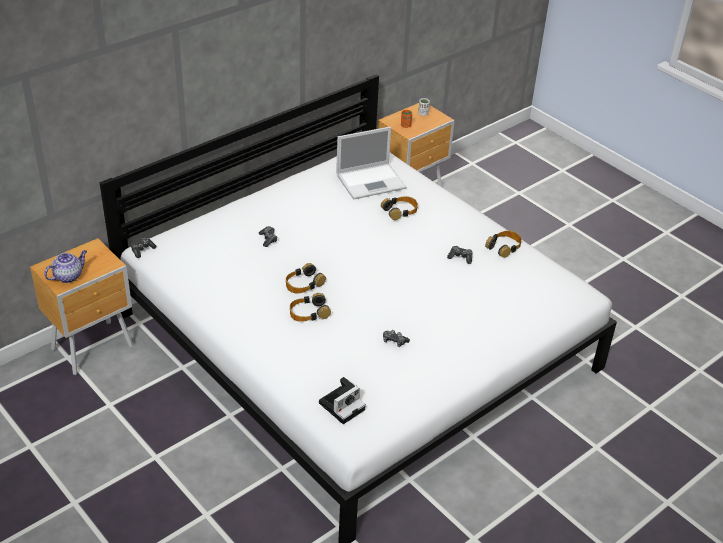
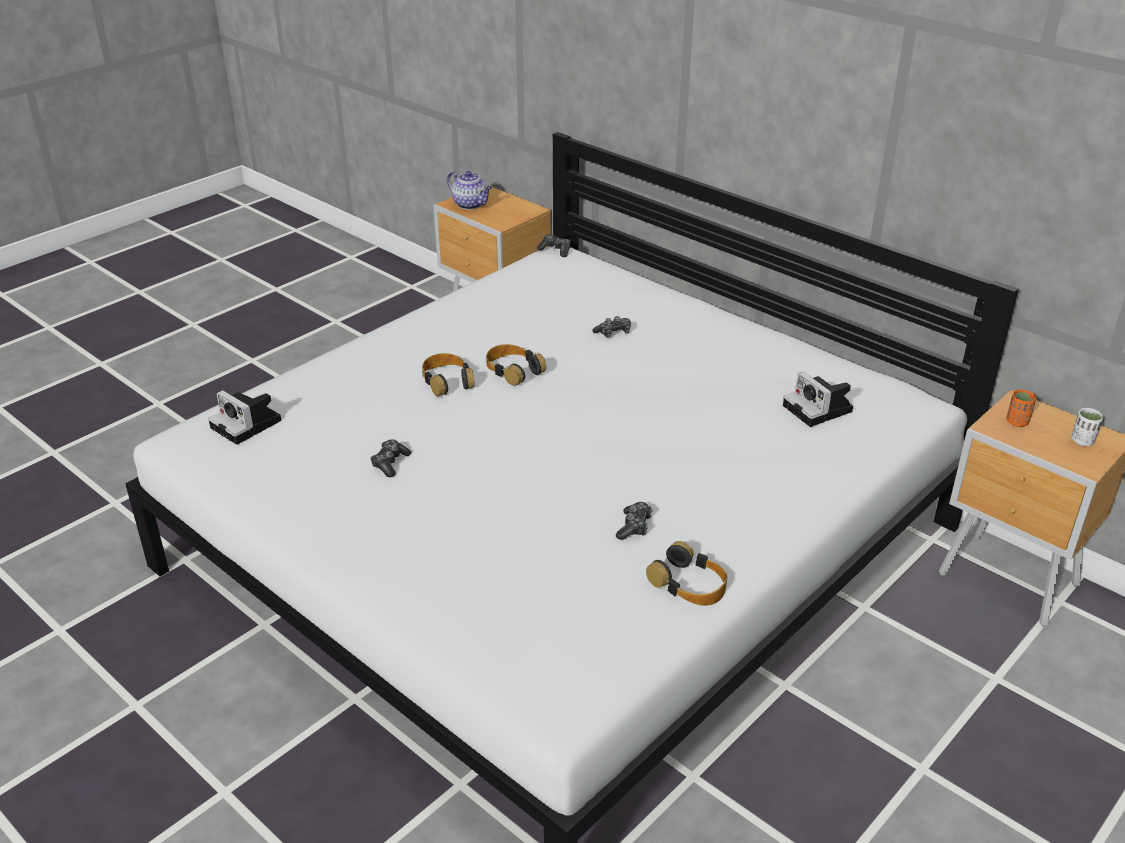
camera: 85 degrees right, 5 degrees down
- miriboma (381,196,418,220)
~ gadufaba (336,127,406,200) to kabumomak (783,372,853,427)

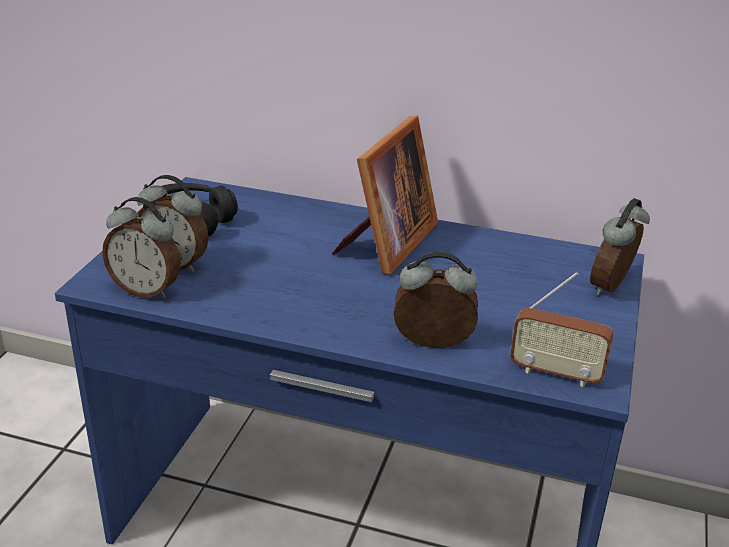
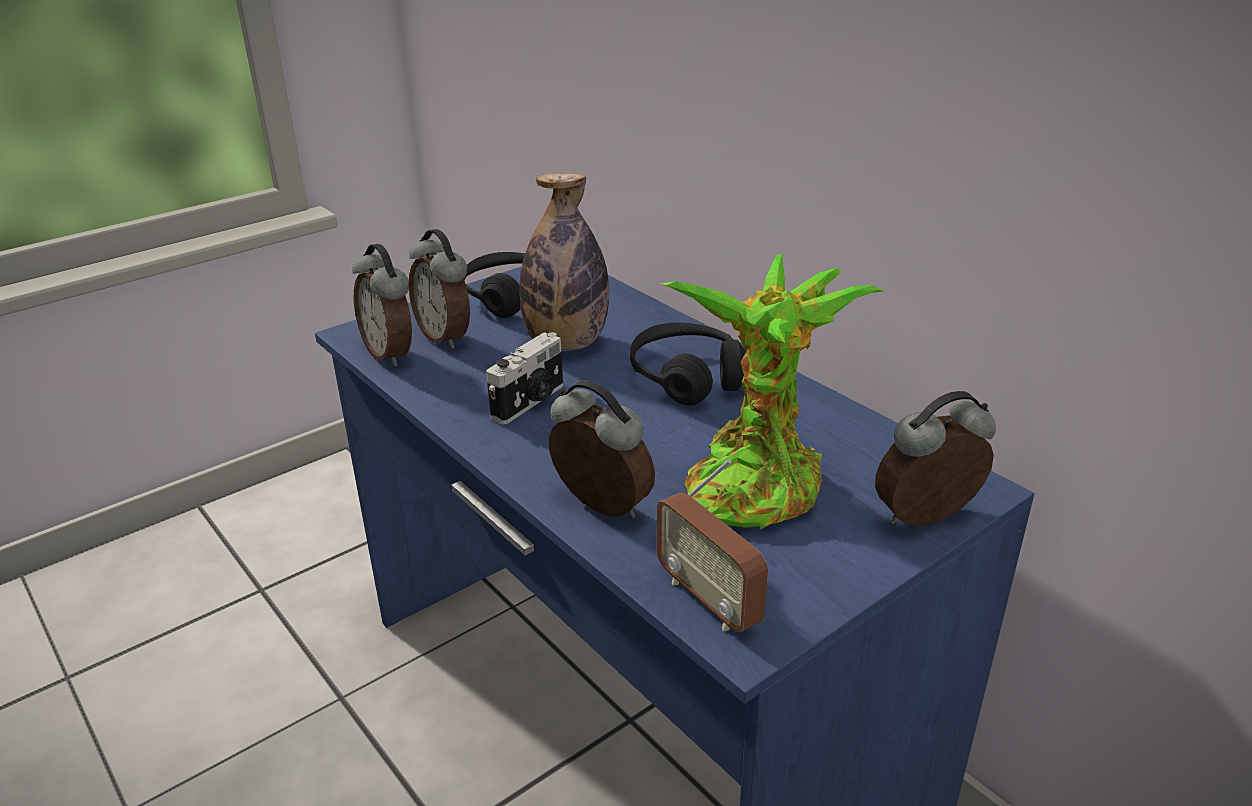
camera: 35 degrees right, 0 degrees up
+ kabumomak (486,332,563,424)
+ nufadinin (519,173,609,351)
+ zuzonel (661,254,884,529)
~ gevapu (332,116,438,274) to black miriboma (630,322,747,405)

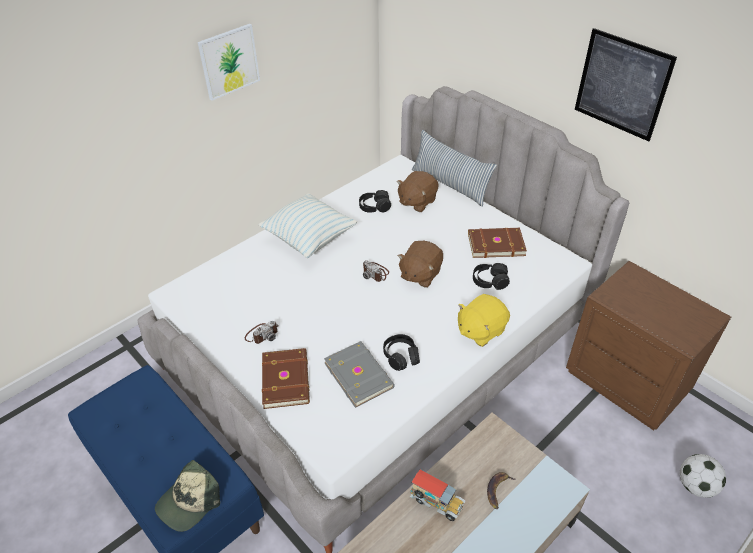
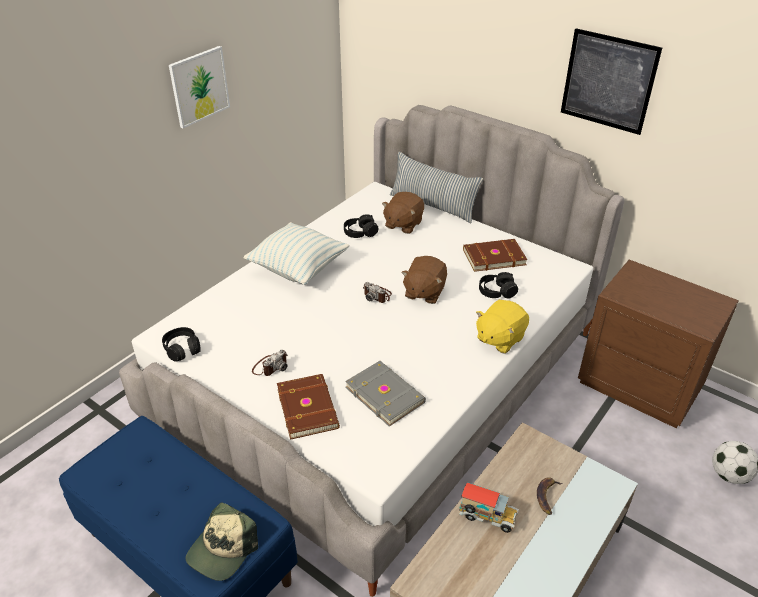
camera: 10 degrees left, 5 degrees down
~ black miriboma (383,334,420,371) to (162,327,201,362)

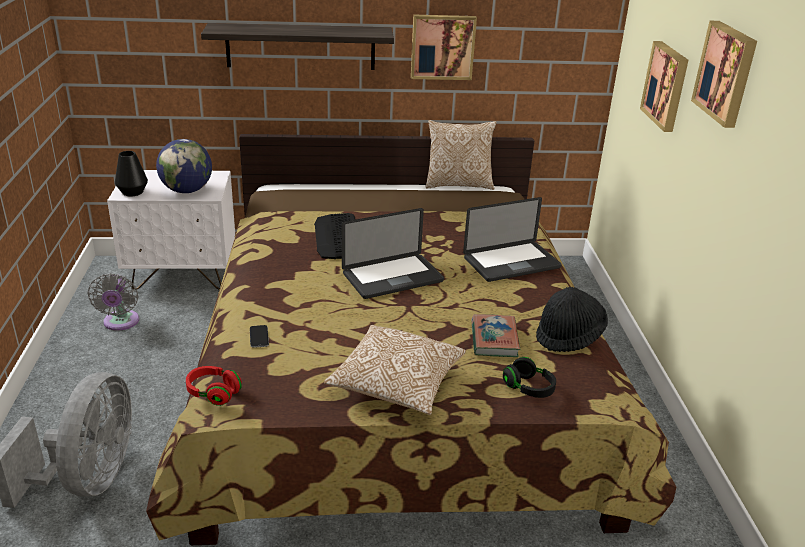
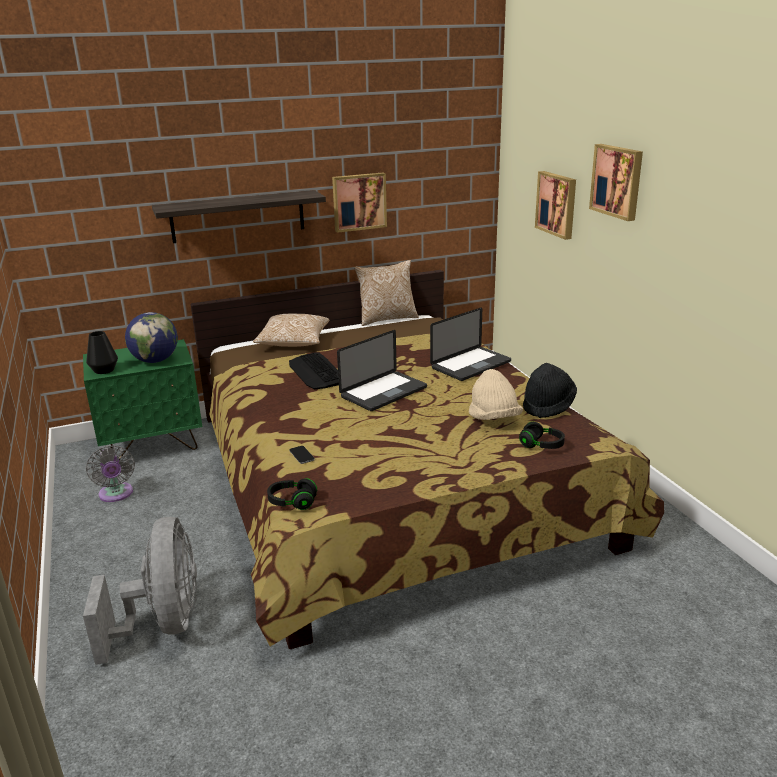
camera: 15 degrees left, 5 degrees down
~ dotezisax (324,325,466,415) to (253,314,329,347)
~ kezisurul (471,314,520,357) to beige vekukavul (469,369,523,420)
~ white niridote (107,170,235,290) to green niridote (83,339,202,460)
~ red miriboma (186,366,242,406) to black miriboma (267,478,317,510)

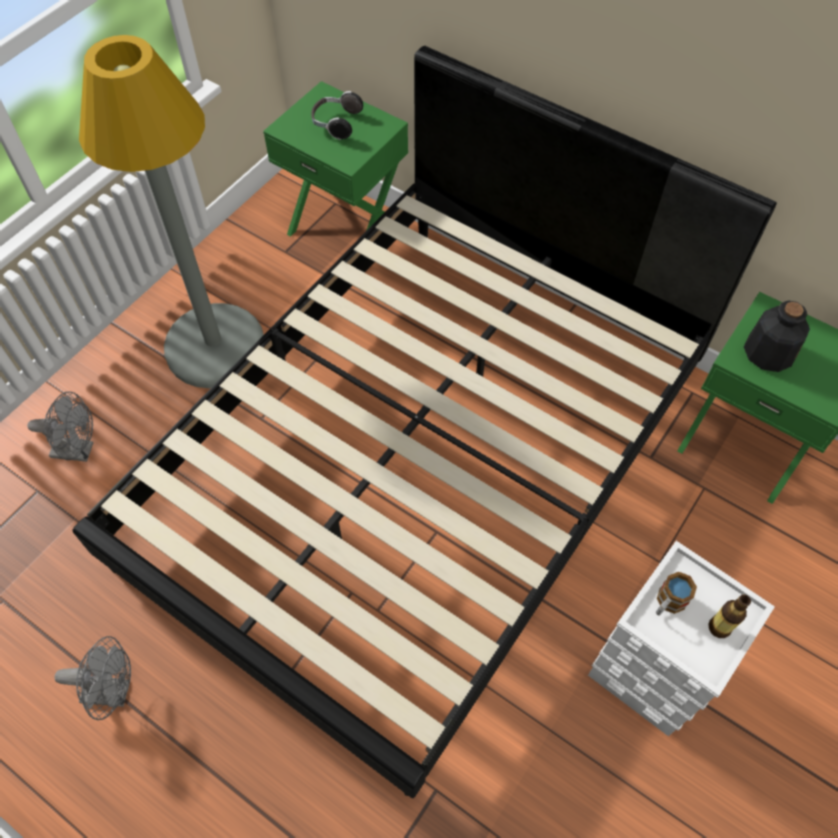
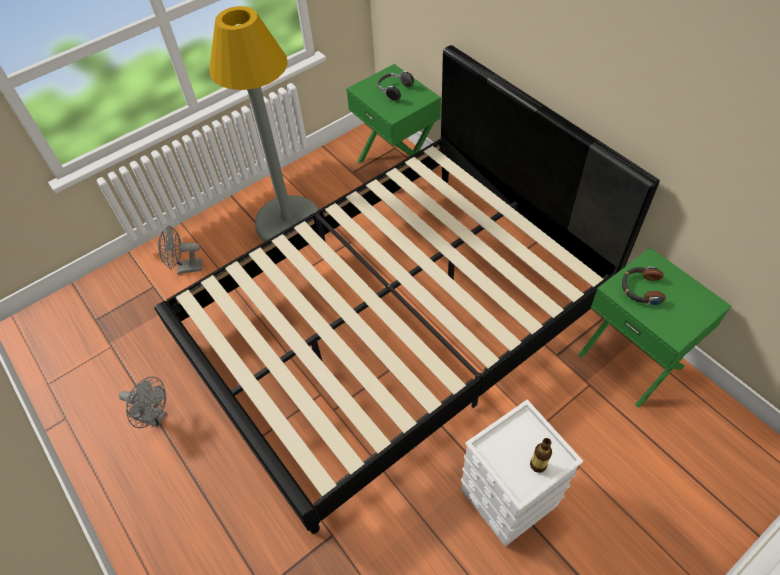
camera: 20 degrees right, 5 degrees down
- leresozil (656,572,697,615)
~ nufadinin (744,301,810,372) to miriboma (621,266,666,305)
~ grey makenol (27,391,94,462) = (158,225,202,274) 150 degrees clockwise

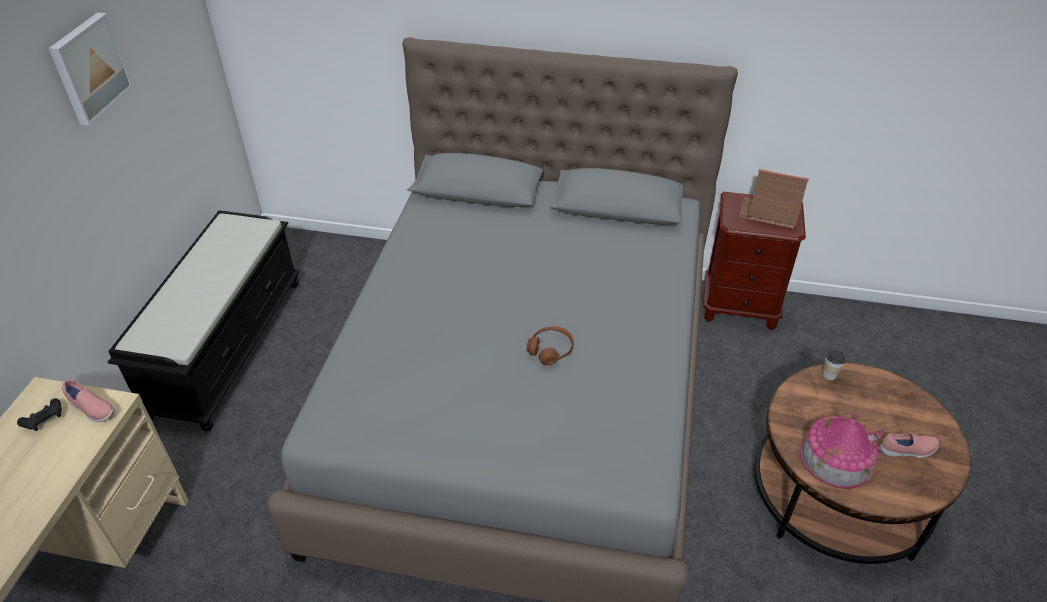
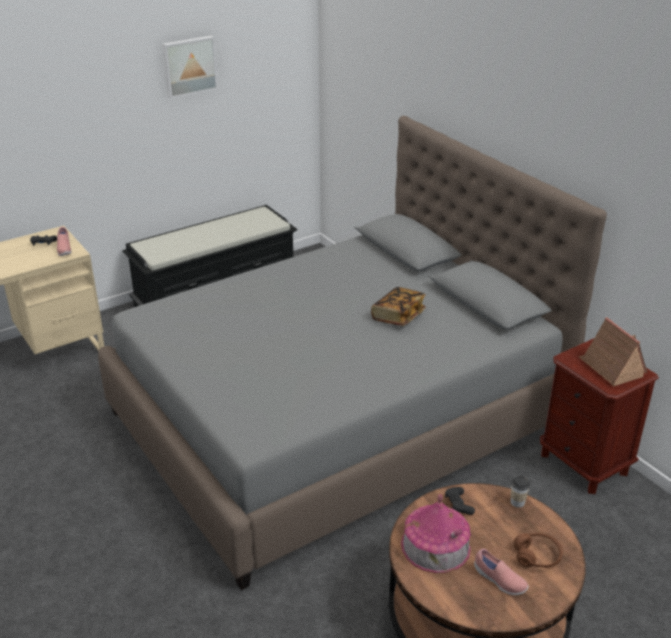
camera: 45 degrees right, 10 degrees down
+ kezisurul (371,287,426,326)
+ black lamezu (445,487,475,515)
~ brown miriboma (526,326,574,365) to (514,533,563,568)

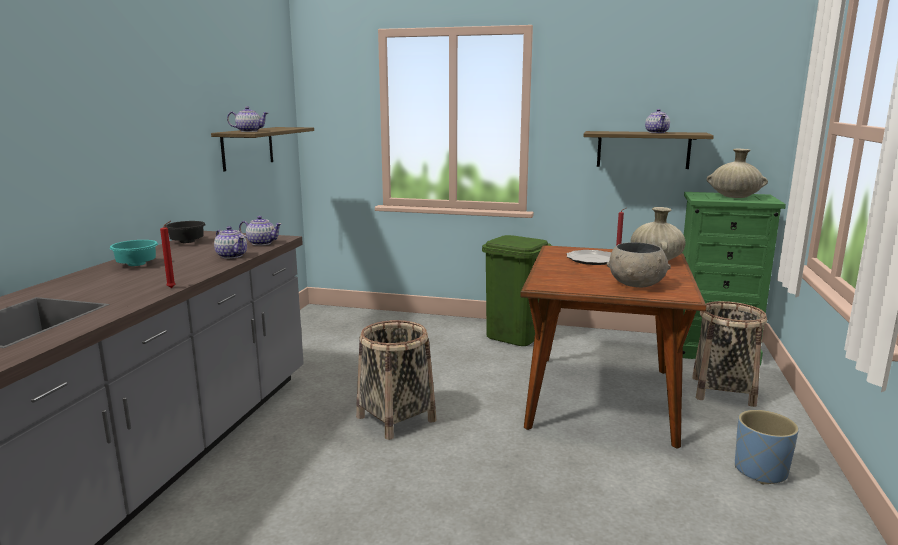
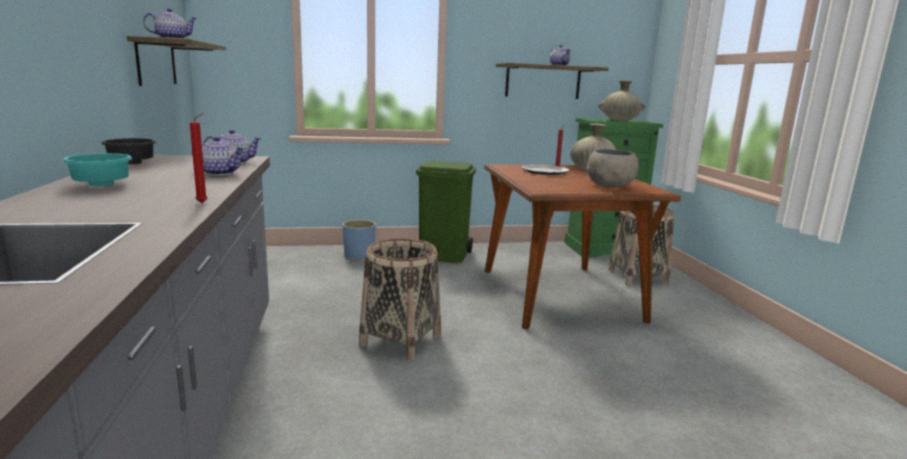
camera: 25 degrees left, 0 degrees up
~ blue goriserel (735,410,799,484) to (342,220,376,261)

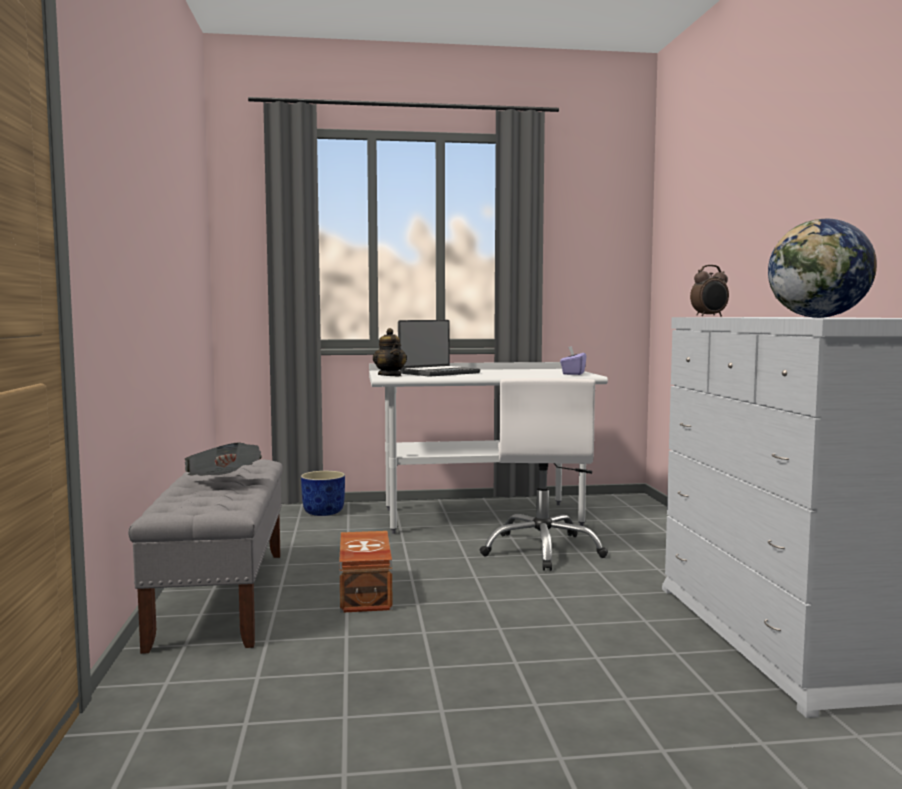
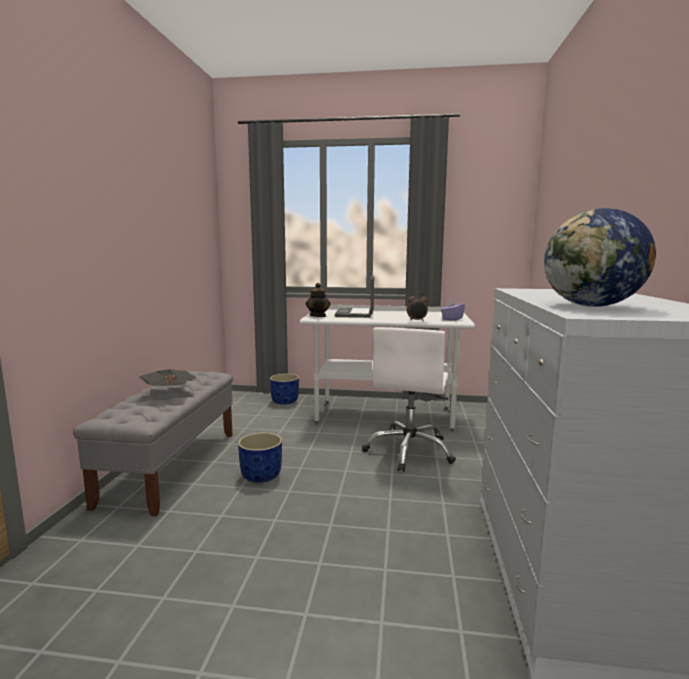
camera: 15 degrees right, 5 degrees up
~ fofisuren (690,265,729,317) to (407,292,428,321)
~ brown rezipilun (339,531,393,613) to blue goriserel (238,432,282,483)
~ gadufaba (398,320,480,377) = (335,276,374,318) 120 degrees clockwise

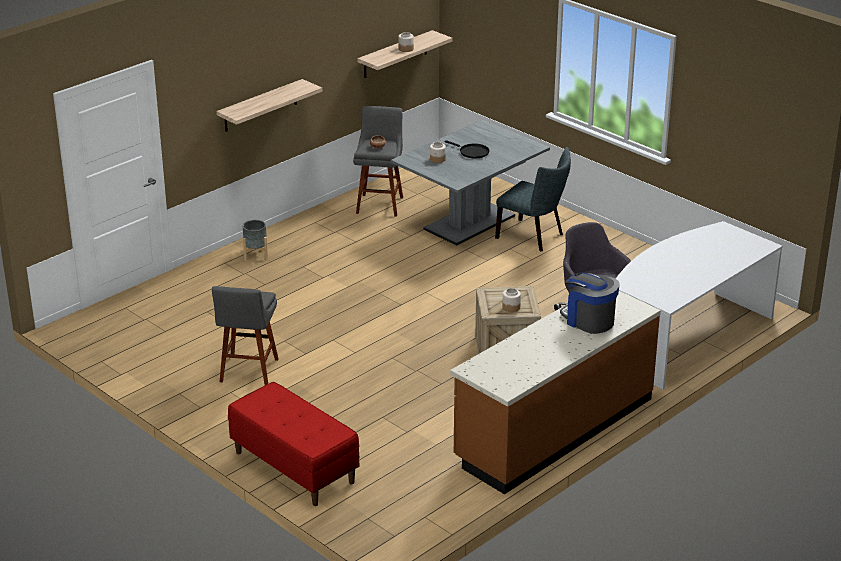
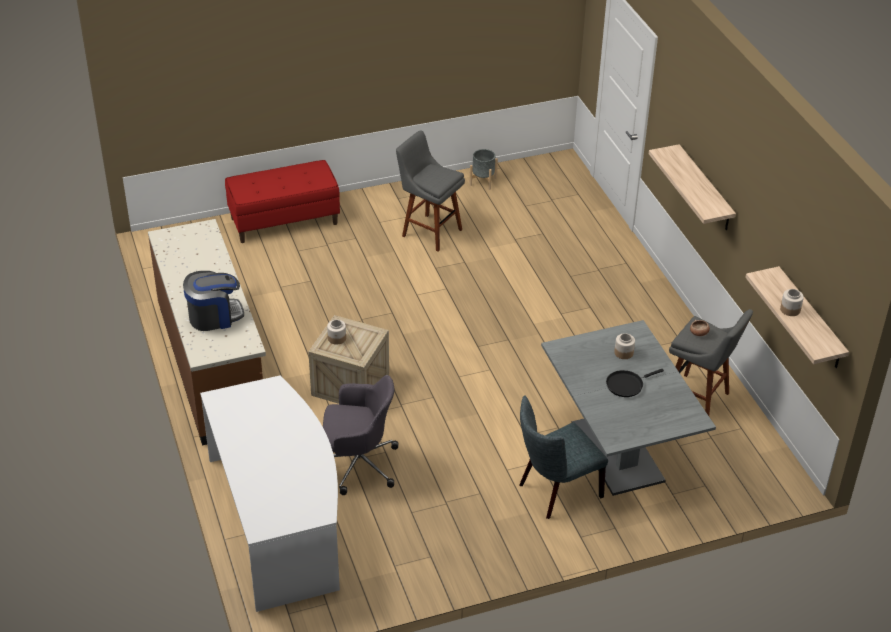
camera: 115 degrees right, 10 degrees up
~ grey goriserel (243,220,268,261) to (470,149,498,190)

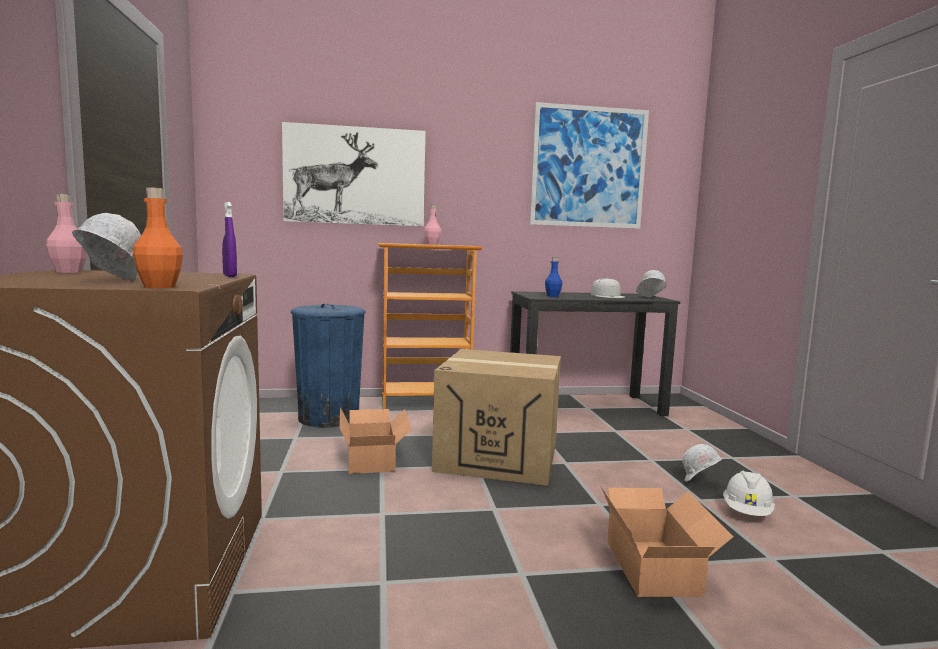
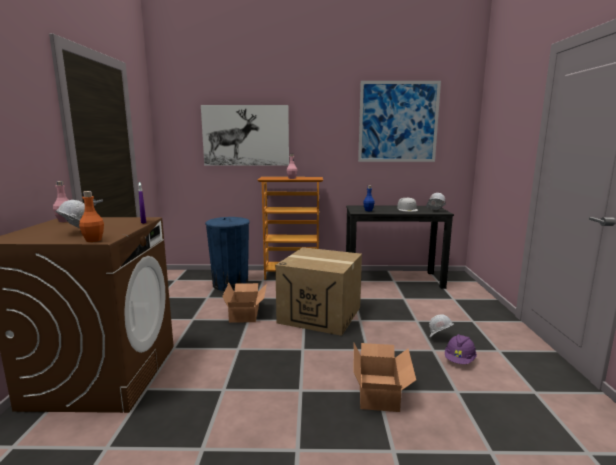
camera: 10 degrees right, 5 degrees up
~ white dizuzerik (723,470,775,516) to purple dizuzerik (445,334,477,364)

